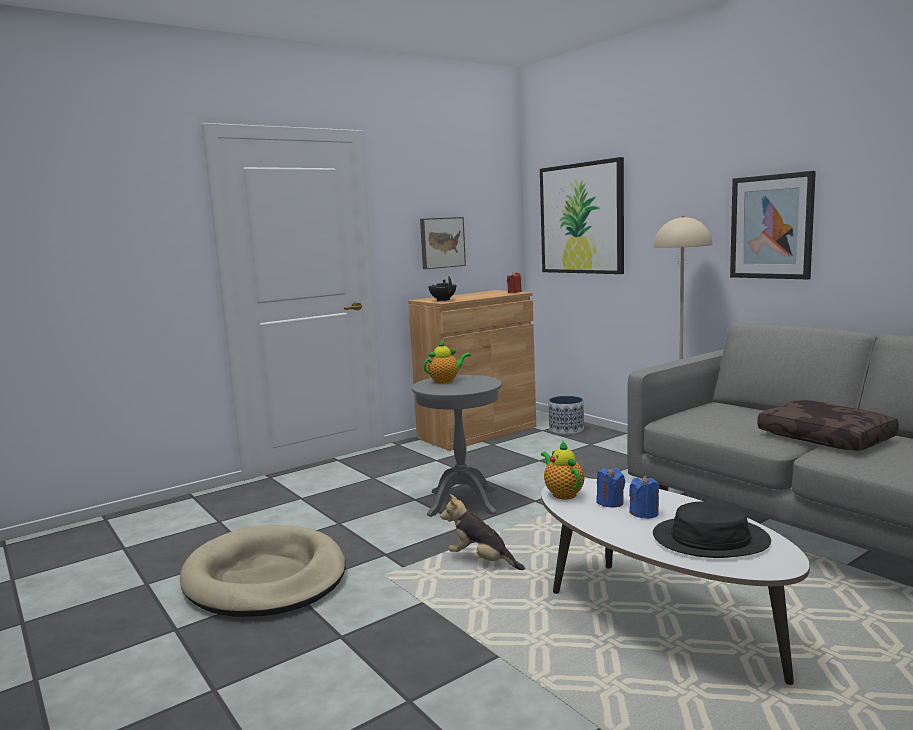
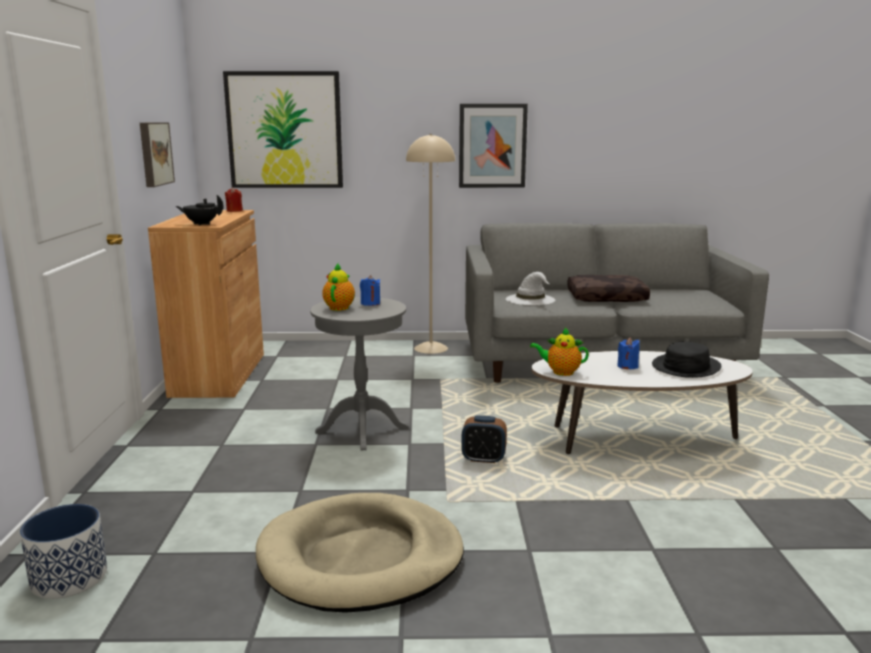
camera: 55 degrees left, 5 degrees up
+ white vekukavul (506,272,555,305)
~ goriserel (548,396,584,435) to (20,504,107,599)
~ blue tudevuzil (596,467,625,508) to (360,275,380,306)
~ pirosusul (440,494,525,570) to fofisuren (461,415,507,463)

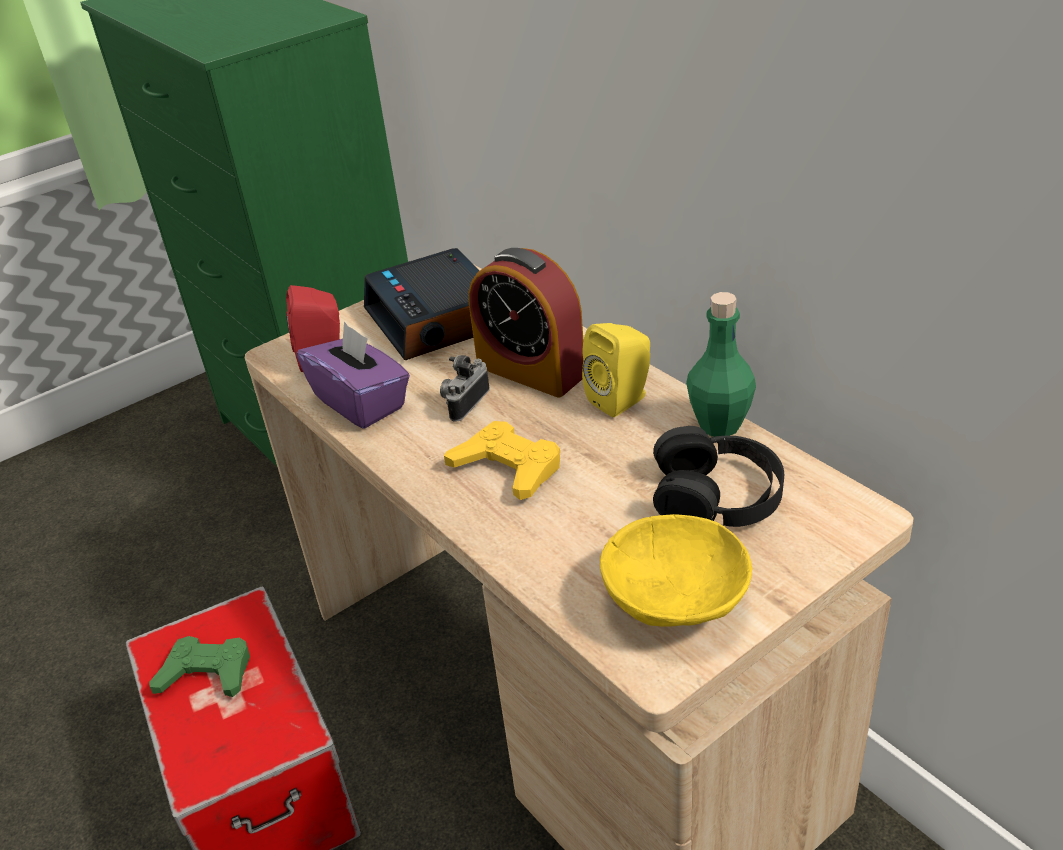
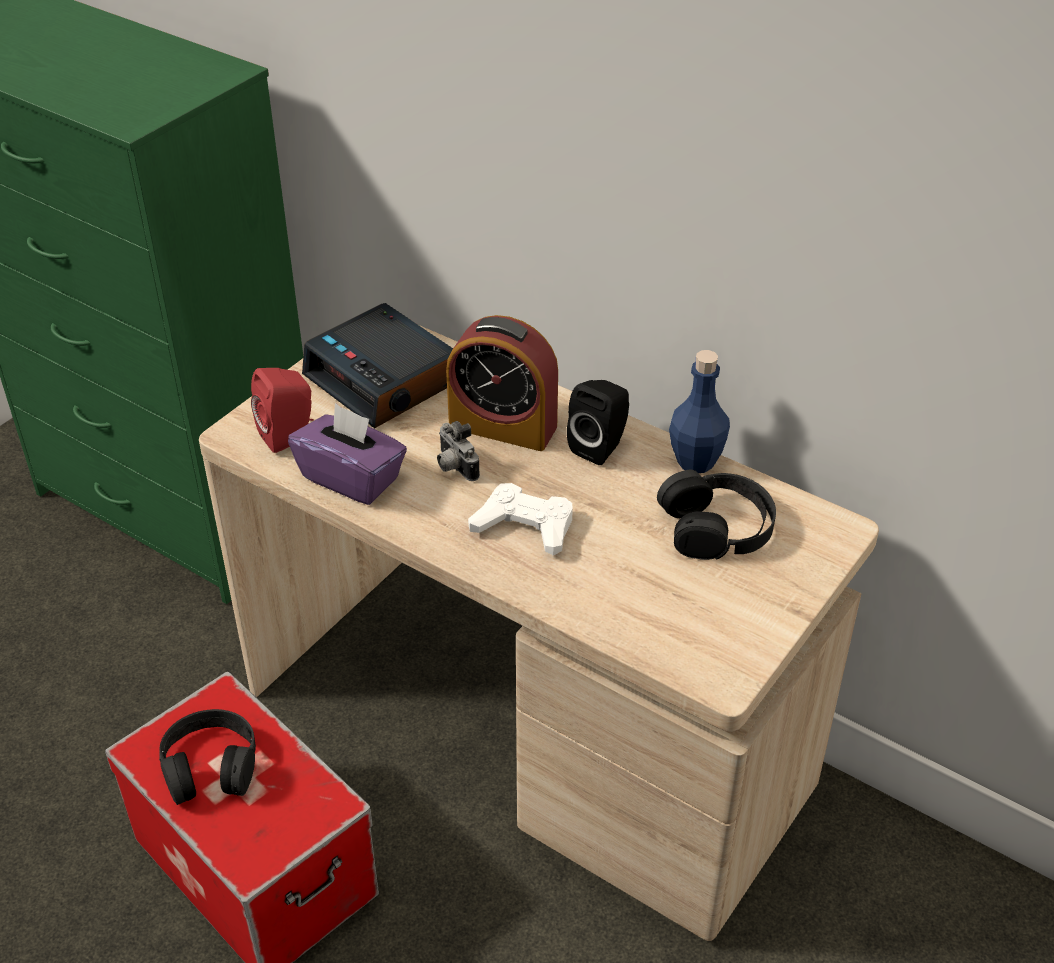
camera: 20 degrees left, 5 degrees up
- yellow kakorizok (600,514,753,627)
~ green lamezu (149,636,250,697) to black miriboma (159,709,256,805)
~ yellow lamezu (444,421,560,500) to white lamezu (468,483,573,556)
~ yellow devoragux (582,323,650,417) to black devoragux (567,380,629,465)
~ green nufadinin (686,292,756,437) to blue nufadinin (669,350,730,473)
~ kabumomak (440,355,490,422) = (437,421,480,481) 45 degrees counterclockwise

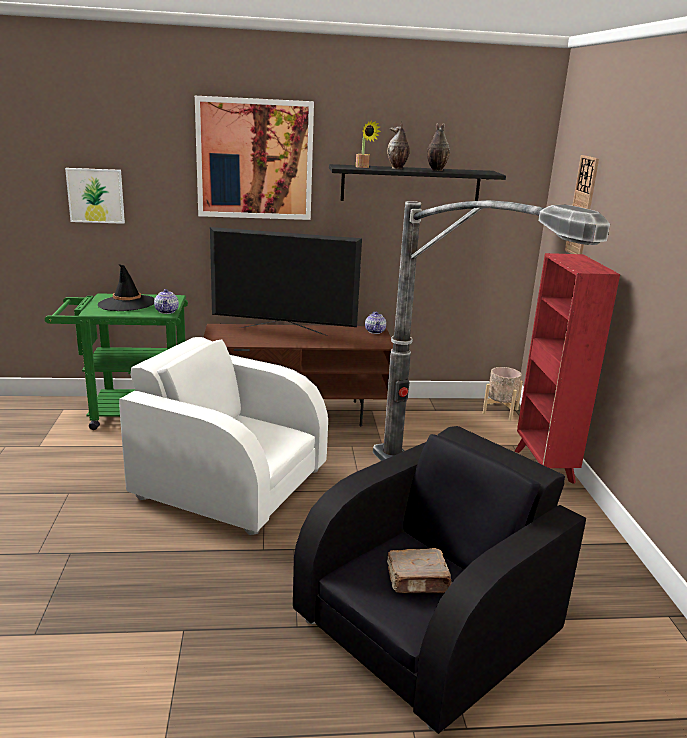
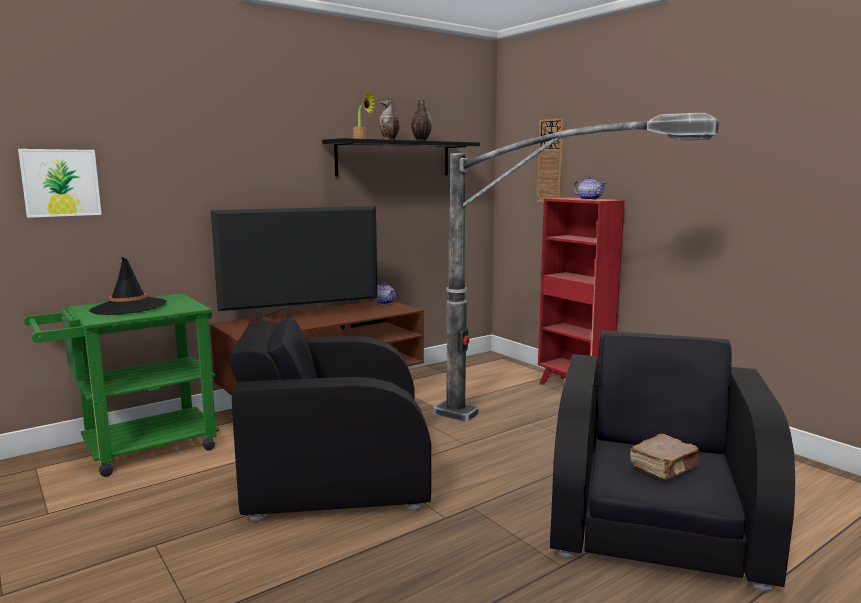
camera: 30 degrees left, 10 degrees down
- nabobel (195,96,314,220)
- beige goriserel (483,367,523,420)
~ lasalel (154,289,179,314) to (573,176,607,200)
~ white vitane (119,337,328,535) to black vitane (229,316,431,522)

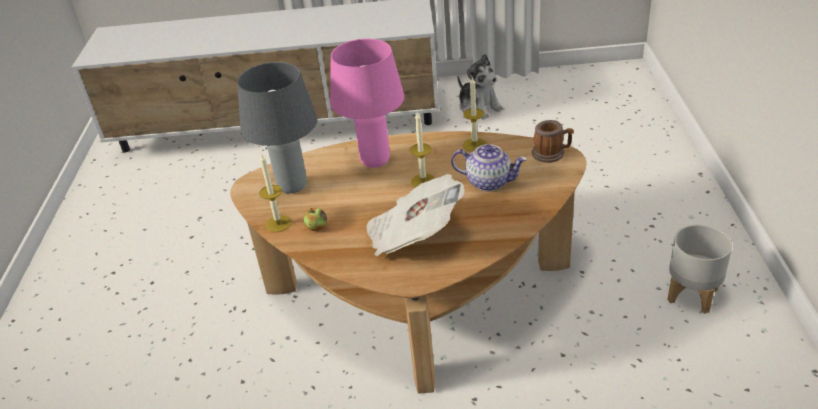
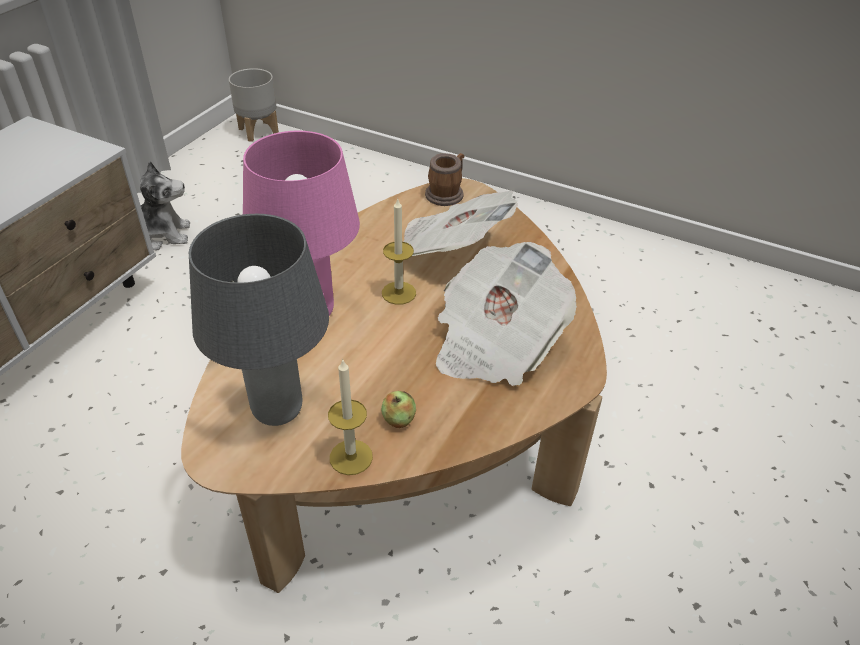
camera: 65 degrees left, 5 degrees up
- tudevuzil (463,77,487,152)
~ grey goriserel (667,224,732,314) to (229,68,279,142)
~ lasalel (451,144,527,191) to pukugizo (403,191,518,256)

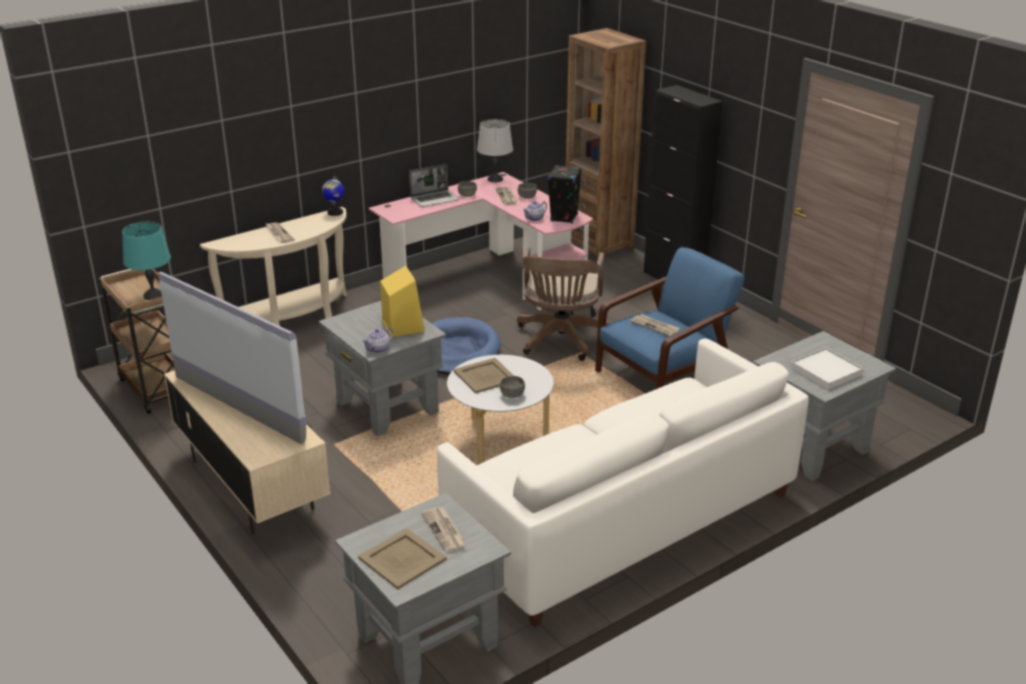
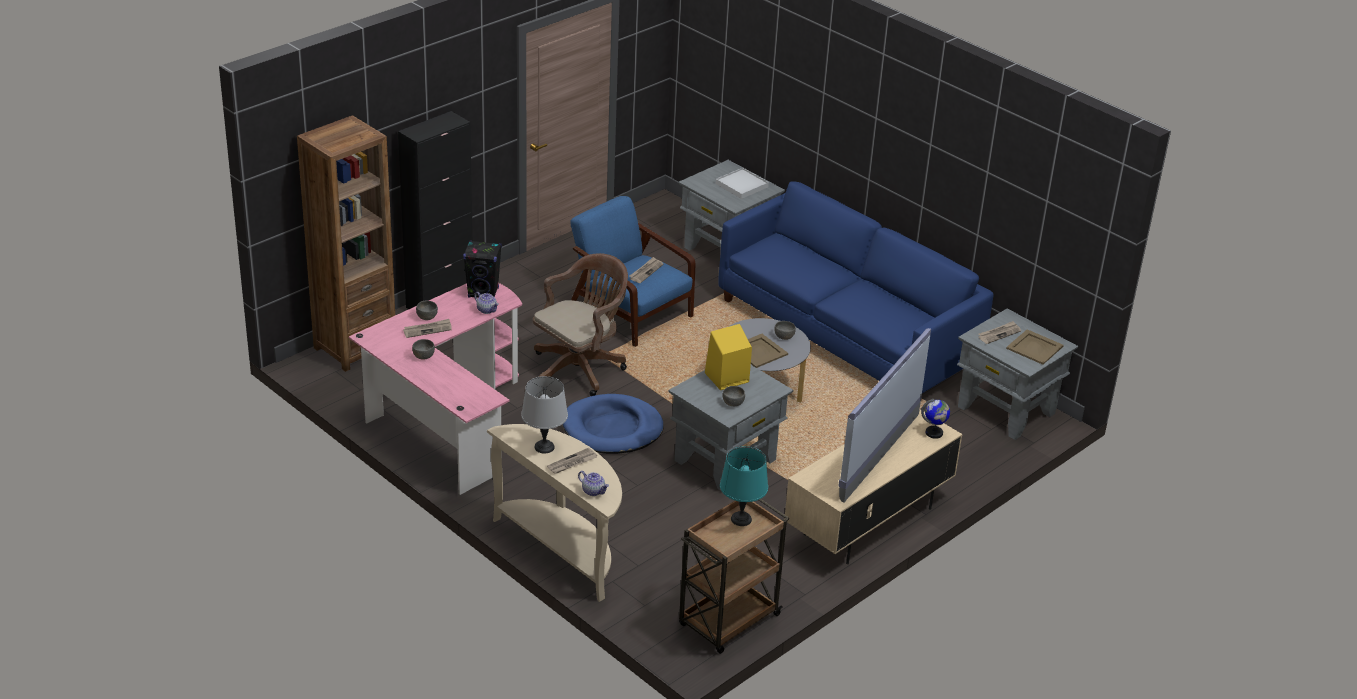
camera: 100 degrees left, 5 degrees up
- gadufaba (409,164,460,207)
+ grey kakorizok (723,386,745,406)
~ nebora (322,176,344,216) to (921,399,950,439)
~ lasalel (362,328,394,353) to (578,471,609,496)
~ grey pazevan (477,119,513,182) to (521,376,568,454)
~ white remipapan (437,338,809,627) to blue remipapan (718,181,993,393)
~ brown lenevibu (517,247,609,361) = (533,253,628,396) 45 degrees counterclockwise

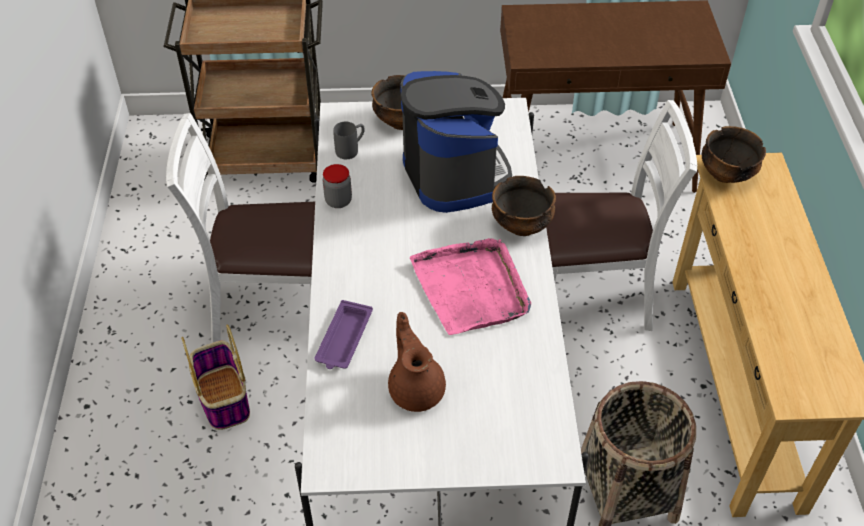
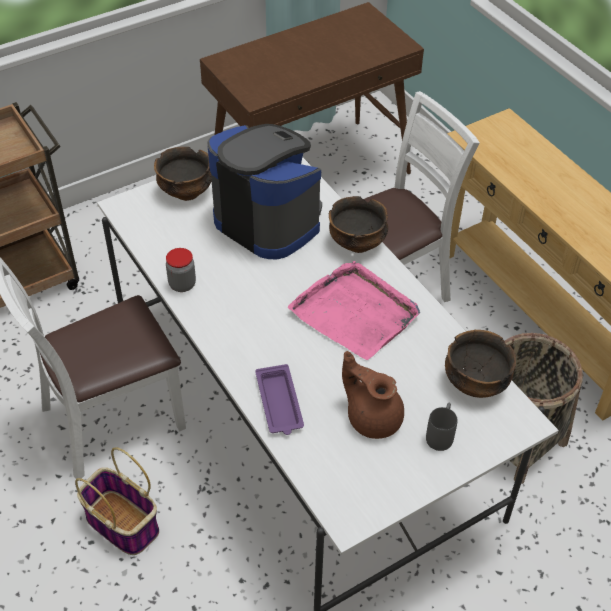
camera: 30 degrees left, 0 degrees up
~ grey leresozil (333,121,364,159) to (426,403,457,451)
~ kakorizok (702,126,766,183) to (445,330,516,398)

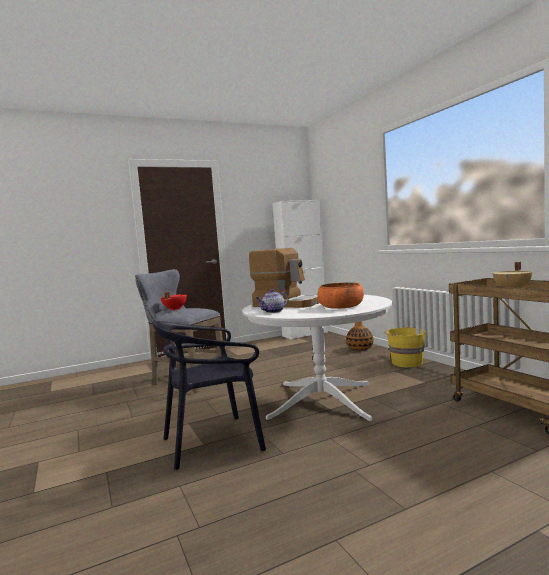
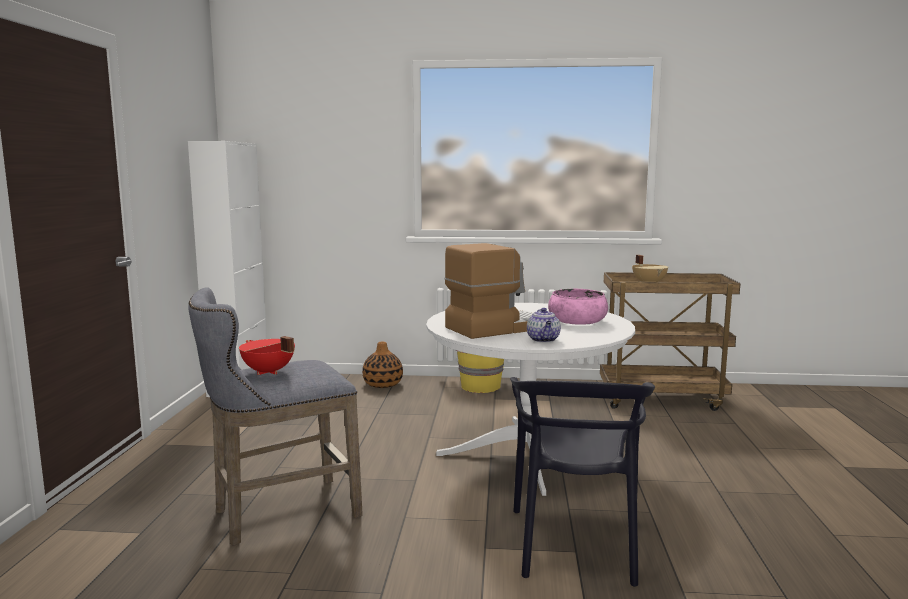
camera: 60 degrees left, 5 degrees up
~ orange kakorizok (317,282,364,309) to pink kakorizok (548,289,608,324)

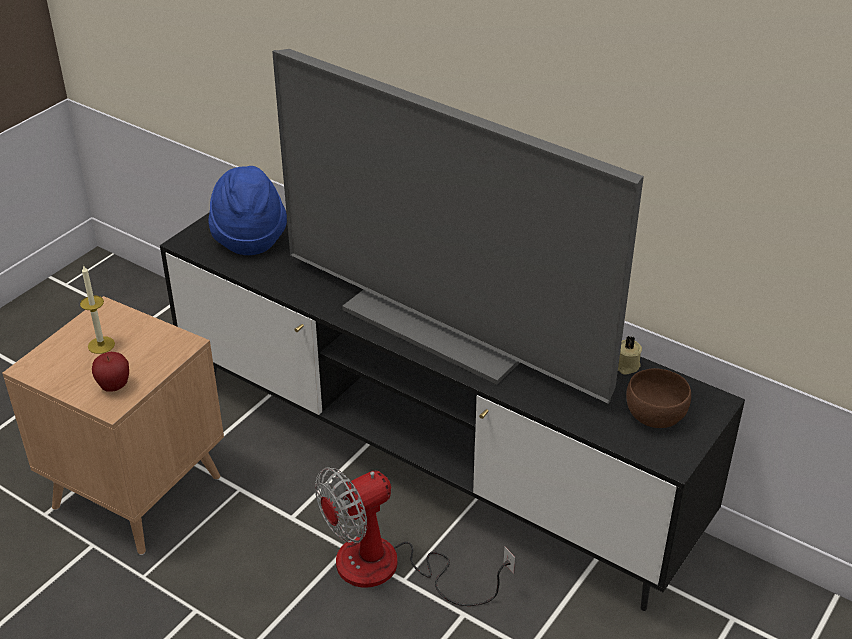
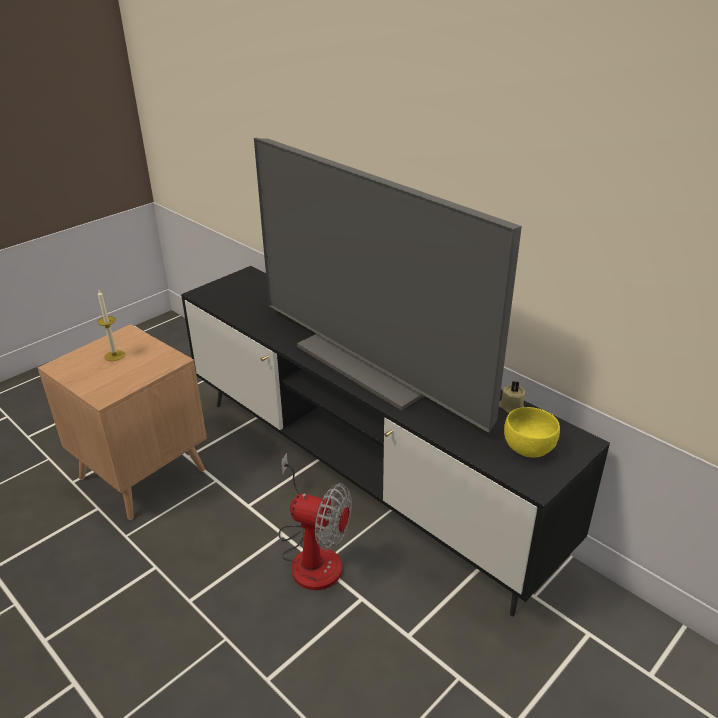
camera: 10 degrees right, 5 degrees down
- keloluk (92,352,129,392)
- blue vekukavul (208,166,287,255)
~ brown kakorizok (626,368,691,428) to yellow kakorizok (504,407,560,458)
~ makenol (315,467,515,606) = (279,453,352,590) 135 degrees counterclockwise

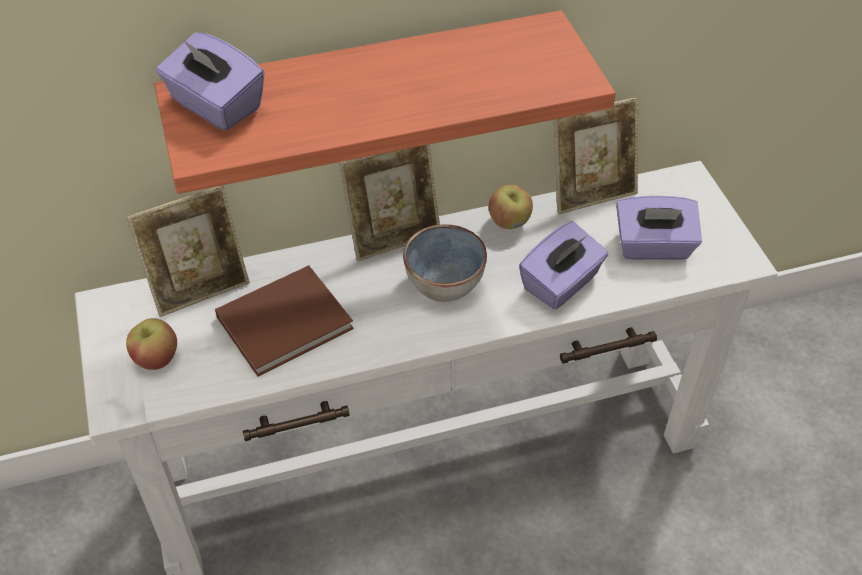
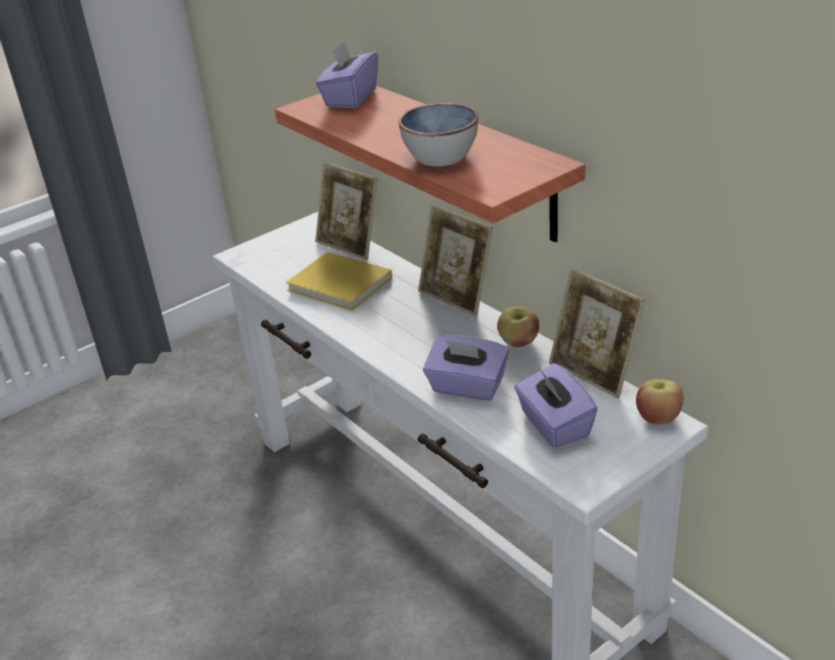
camera: 70 degrees right, 15 degrees down
~ keloluk (126,318,177,370) to (636,379,684,425)
~ kakorizok (403,224,487,302) to (398,103,479,166)
~ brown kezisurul (215,265,354,377) to yellow kezisurul (286,252,392,311)

